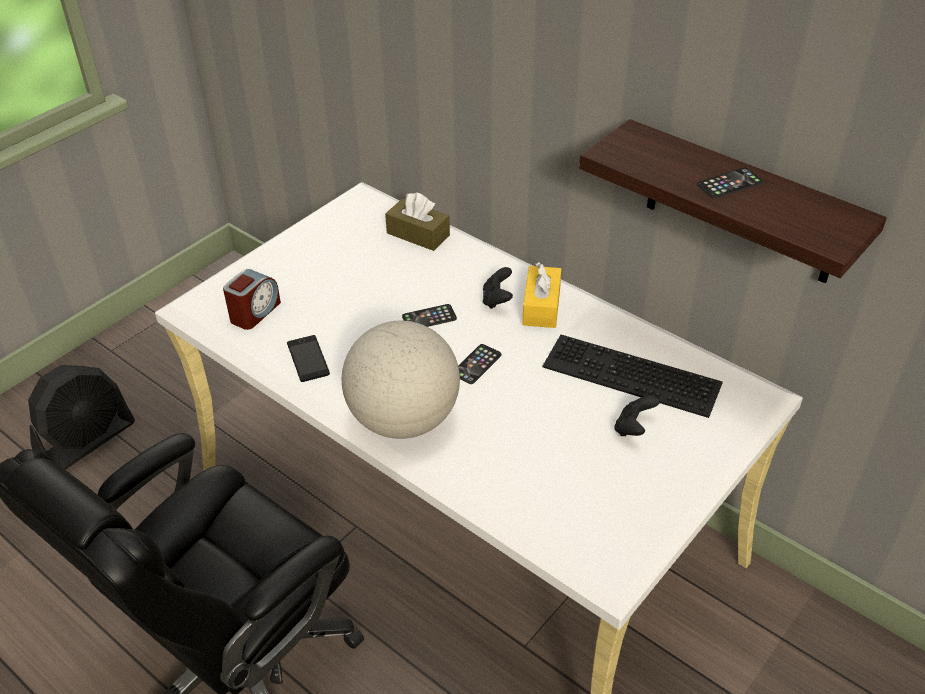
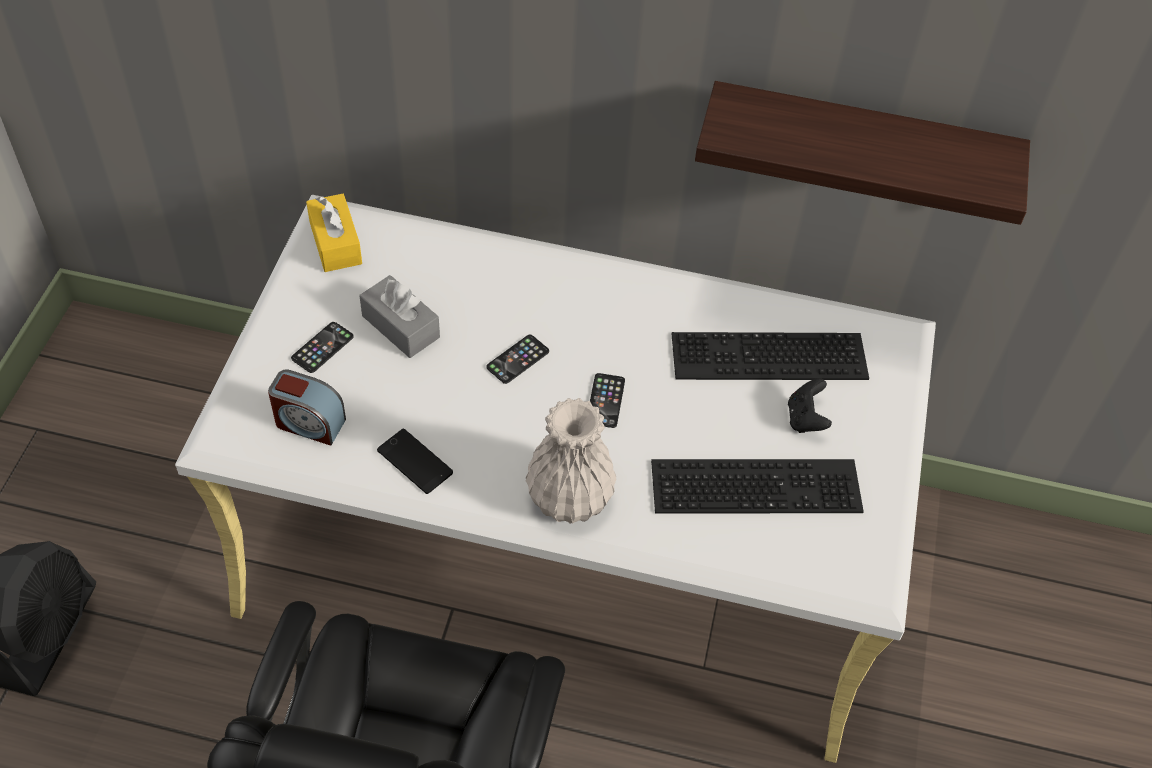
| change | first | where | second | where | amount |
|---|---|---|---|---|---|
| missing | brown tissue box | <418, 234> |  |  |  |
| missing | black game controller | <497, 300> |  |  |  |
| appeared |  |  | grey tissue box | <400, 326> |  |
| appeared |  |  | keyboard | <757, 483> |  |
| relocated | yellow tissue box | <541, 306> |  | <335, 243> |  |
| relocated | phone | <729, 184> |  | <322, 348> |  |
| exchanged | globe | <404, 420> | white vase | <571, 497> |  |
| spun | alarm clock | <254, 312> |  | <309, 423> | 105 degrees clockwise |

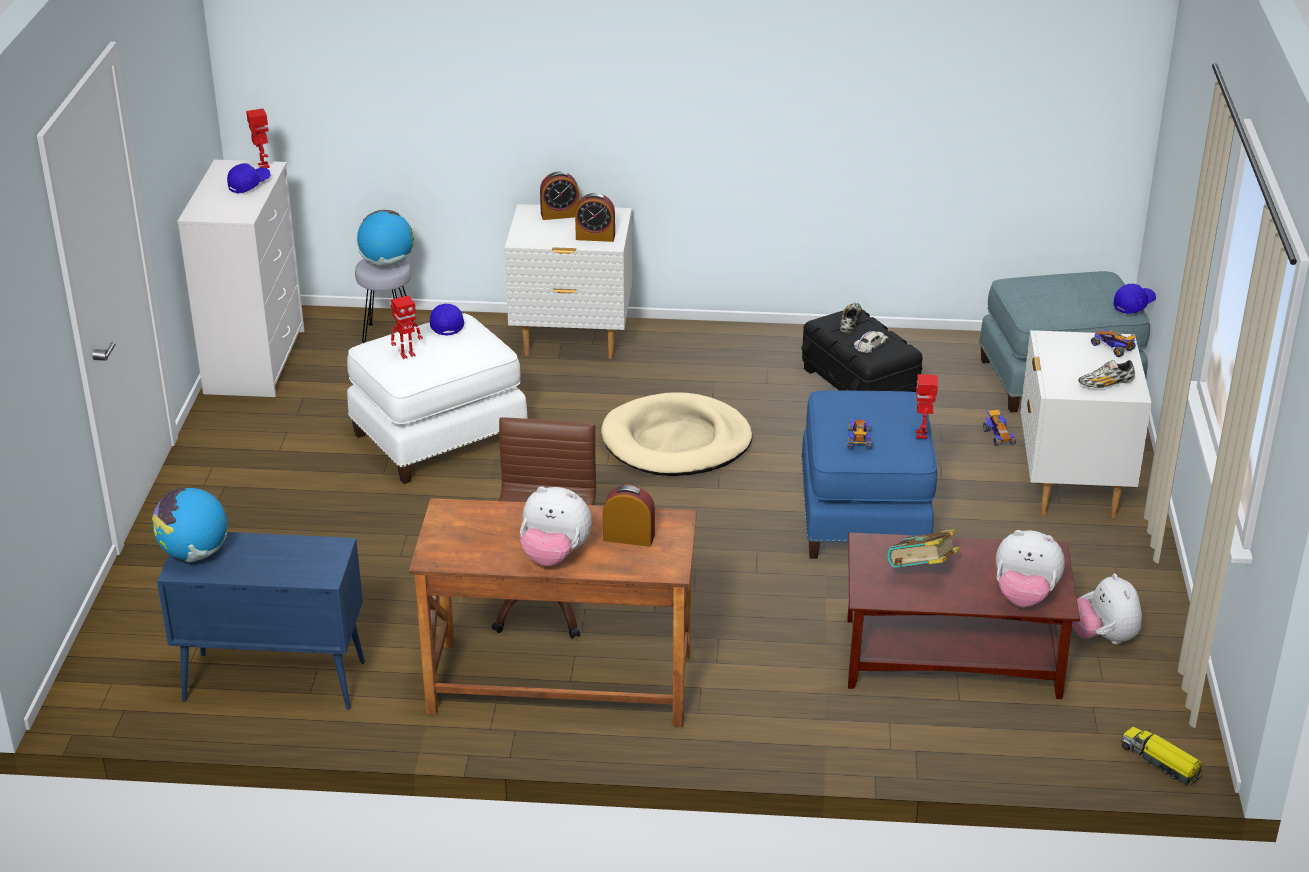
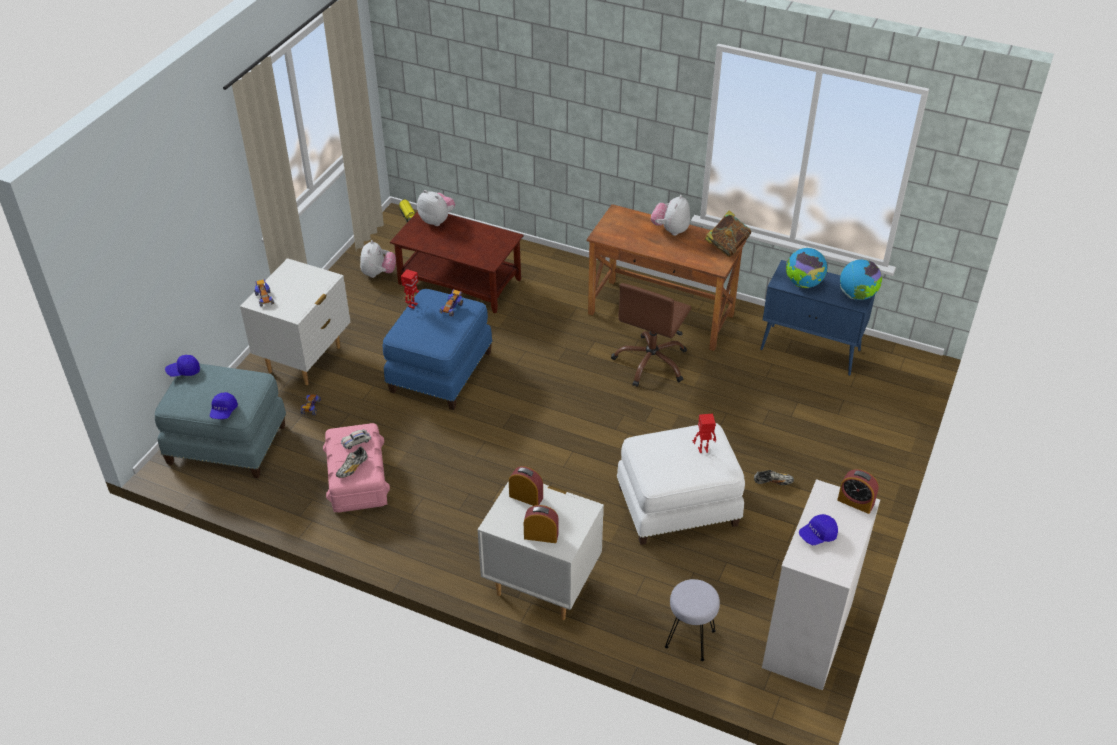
| change | first | where | second | where | amount |
|---|---|---|---|---|---|
| missing | toy robot | <263, 166> |  |  |  |
| missing | beige dog bed | <676, 442> |  |  |  |
| relocated | globe | <387, 263> |  | <803, 283> |  |
| relocated | blue cap | <446, 324> |  | <224, 411> |  |
| relocated | alarm clock | <629, 537> |  | <855, 502> |  |
| relocated | book | <921, 572> |  | <727, 246> |  |
| relocated | shoe | <1105, 384> |  | <773, 482> |  |
| colour | black storage box | <859, 381> | pink storage box | <358, 481> |  |
| spun | plush toy | <554, 556> |  | <670, 230> | 105 degrees counterclockwise |

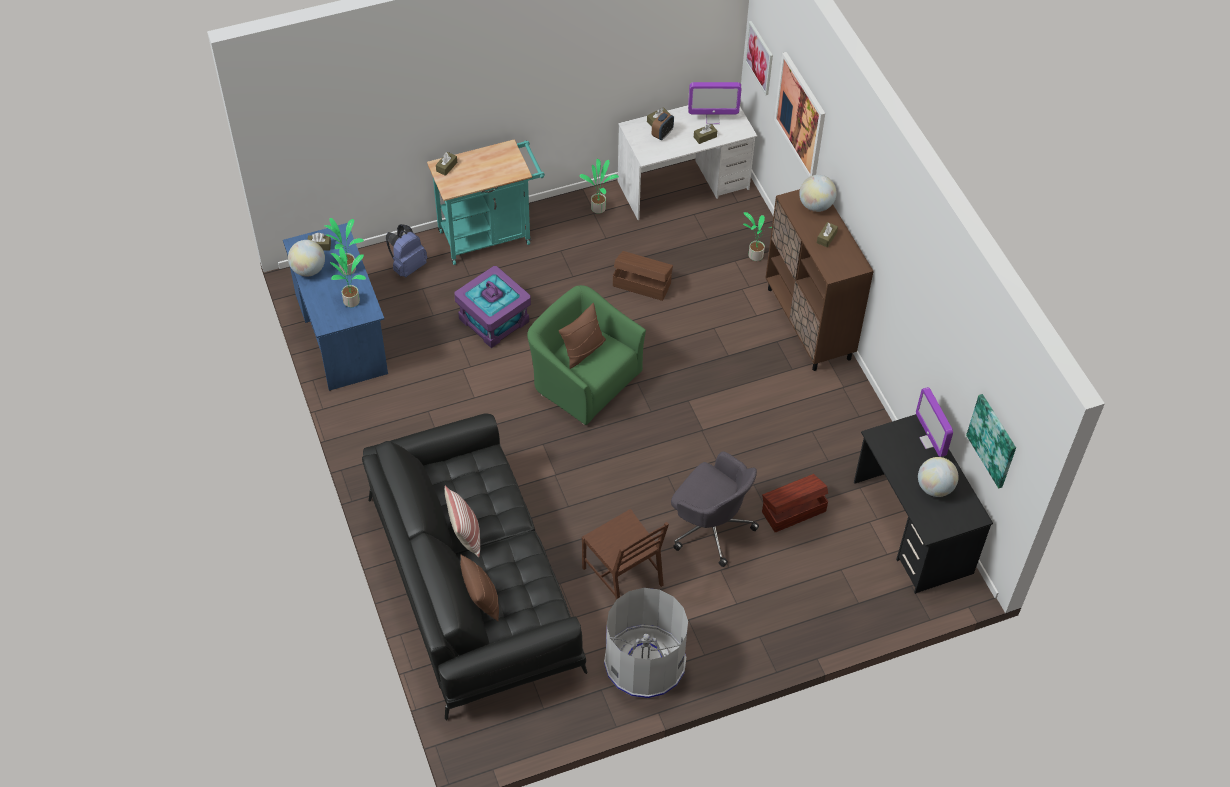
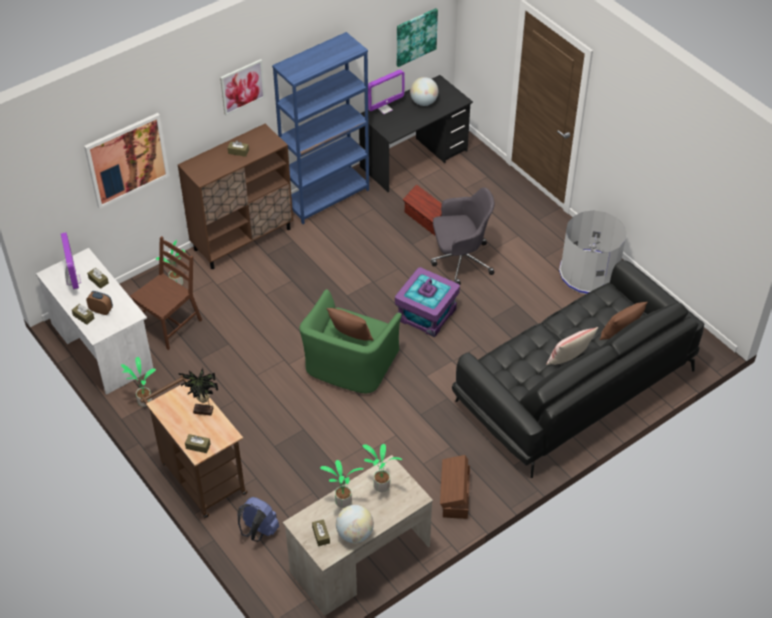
| change | first | where | second | where | amount |
|---|---|---|---|---|---|
| missing | globe | <815, 205> |  |  |  |
| appeared |  |  | potted plant | <203, 412> |  |
| appeared |  |  | blue bookcase | <327, 197> |  |
| relocated | purple storage box | <493, 320> |  | <426, 315> |  |
| relocated | brown chair | <624, 576> |  | <169, 324> |  |
| relocated | brown storage box | <641, 284> |  | <455, 496> |  |
| relocated | picture | <759, 57> |  | <242, 86> |  |
| colour | blue desk | <341, 334> | beige desk | <360, 559> |  |
| colour | turquoise cart | <490, 235> | brown cart | <200, 475> |  |
| spun | grey office chair | <710, 527> |  | <460, 260> | 60 degrees clockwise |

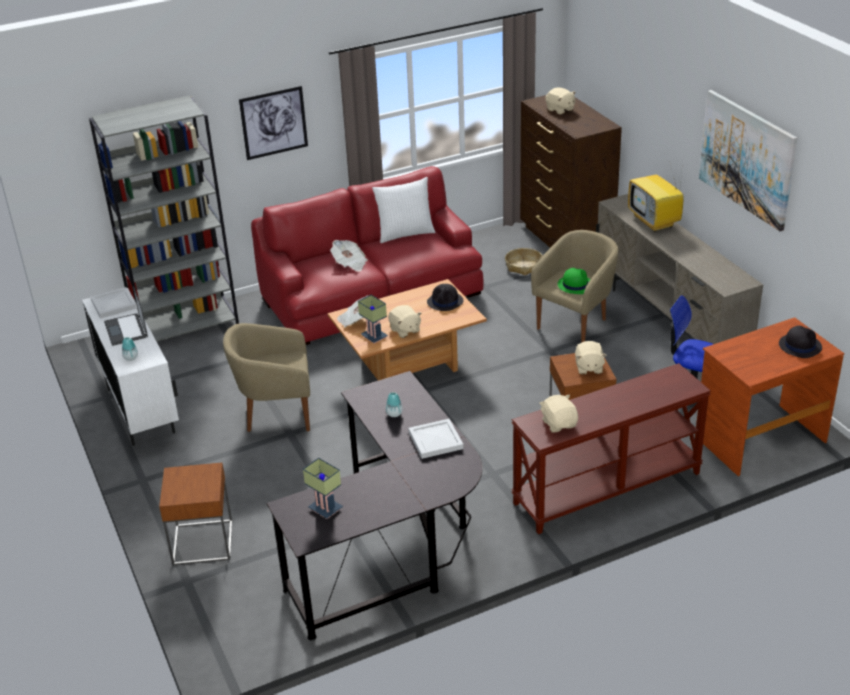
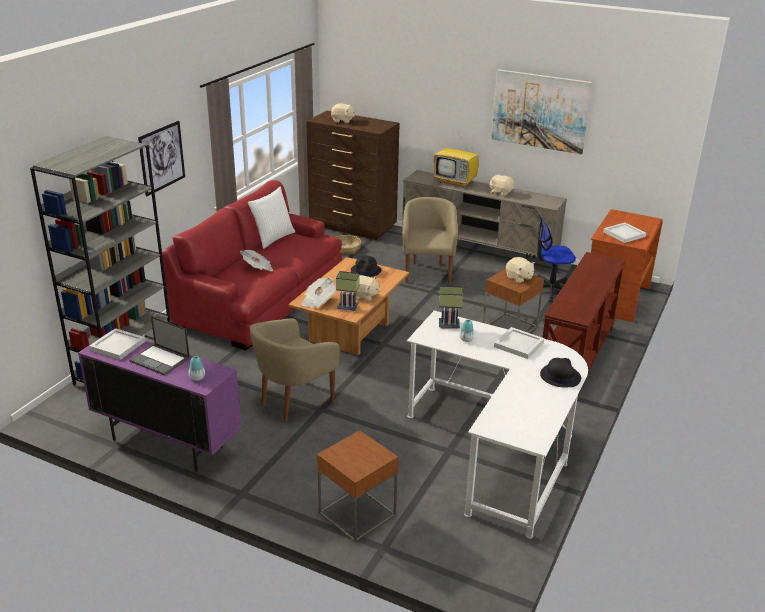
| change | first | where | second | where | amount |
|---|---|---|---|---|---|
| missing | green hat | <575, 285> |  |  |  |
| appeared |  |  | white tray | <625, 234> |  |
| relocated | table lamp | <327, 509> |  | <449, 324> |  |
| relocated | beige plush toy | <559, 424> |  | <501, 192> |  |
| relocated | black hat | <799, 346> |  | <560, 376> |  |
| colour | white cabinet | <140, 410> | purple cabinet | <167, 443> |  |
| colour | black desk | <394, 545> | white desk | <499, 448> |  |

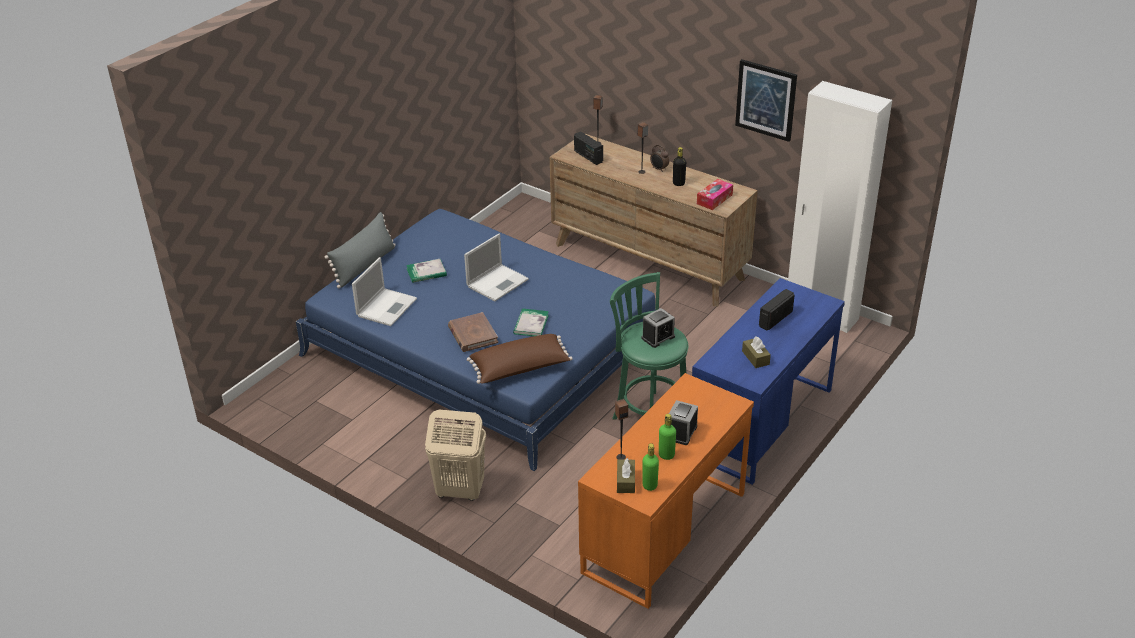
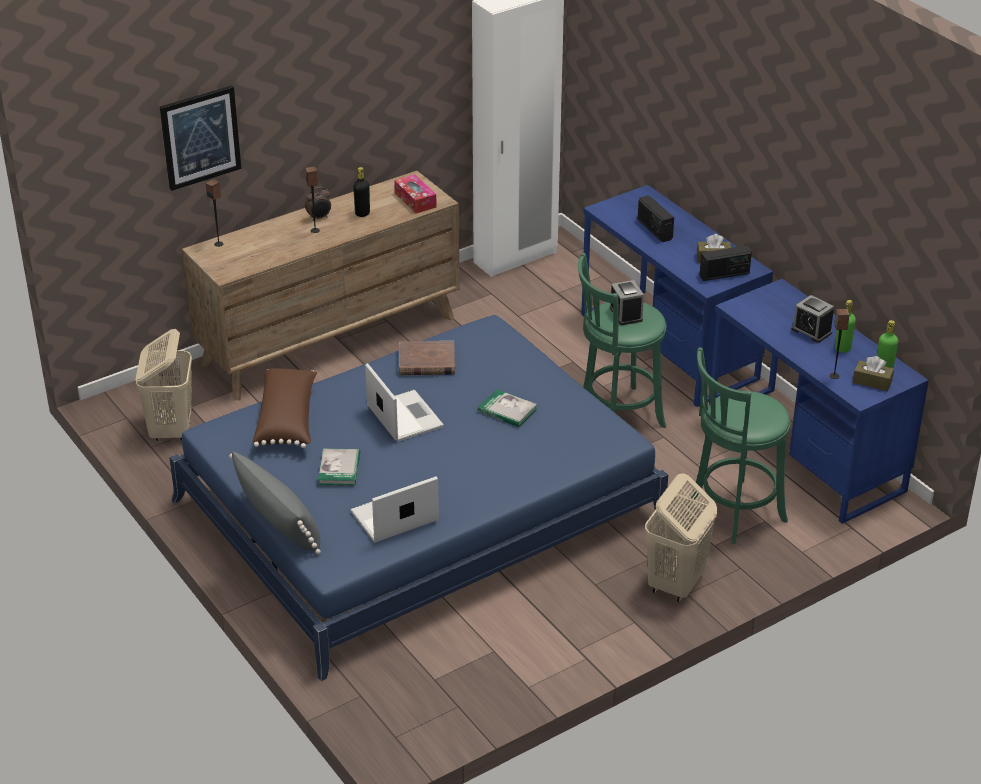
| change | first | where | second | where | amount |
|---|---|---|---|---|---|
| appeared |  |  | beige laundry basket | <171, 429> |  |
| appeared |  |  | green stool | <733, 512> |  |
| relocated | brown book | <472, 334> |  | <427, 362> |  |
| relocated | brown pillow | <520, 369> |  | <288, 419> |  |
| relocated | radio | <588, 156> |  | <724, 274> |  |
| relocated | picture | <766, 100> |  | <200, 137> |  |
| colour | orange desk | <664, 532> | blue desk | <804, 453> |  |
| spun | laptop | <387, 307> |  | <393, 517> | 75 degrees counterclockwise |

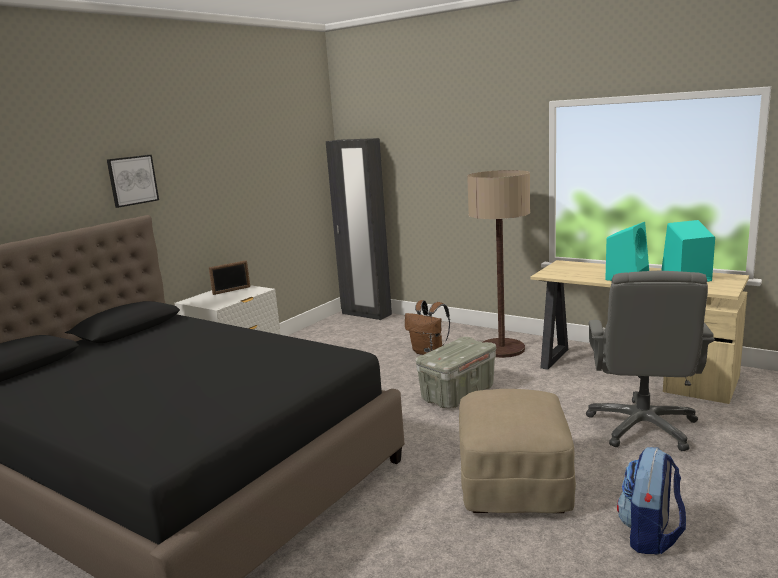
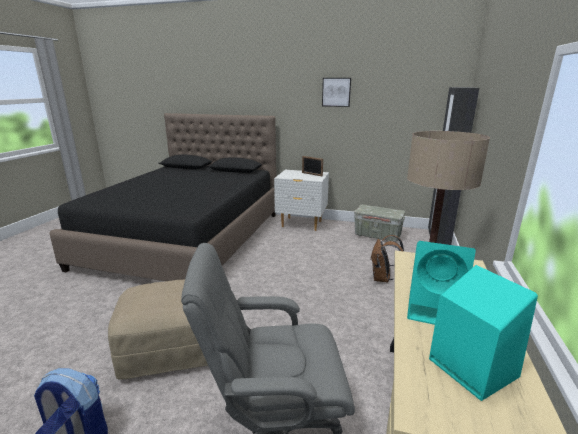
| change | first | where | second | where | amount |
|---|---|---|---|---|---|
| relocated | picture | <132, 180> |  | <336, 92> |  |
| relocated | grey storage box | <458, 393> |  | <377, 235> |  |

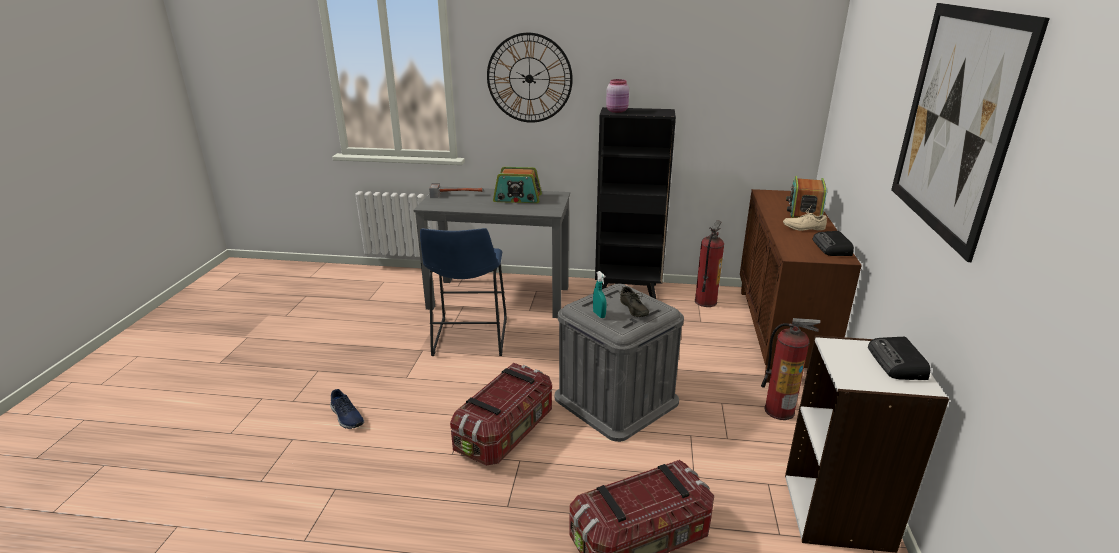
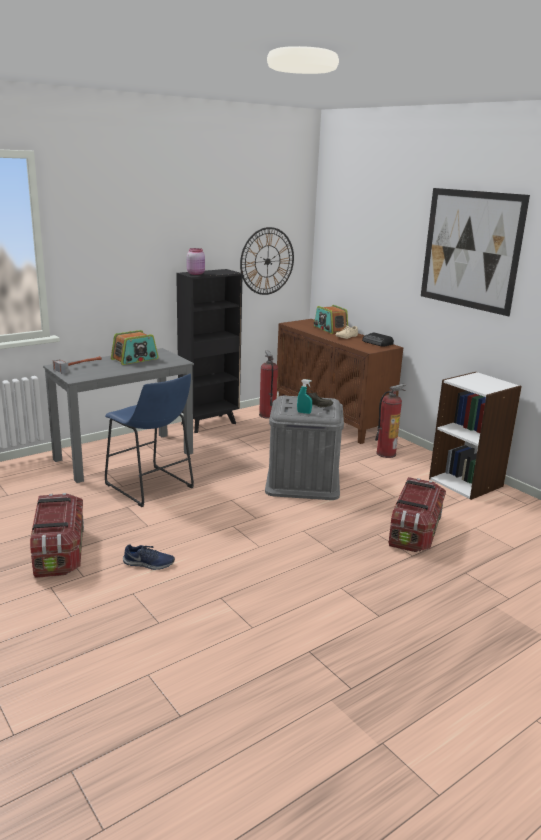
| change | first | where | second | where | amount |
|---|---|---|---|---|---|
| missing | radio | <897, 363> |  |  |  |
| relocated | storage box | <506, 432> |  | <59, 551> |  |
| relocated | wall clock | <529, 78> |  | <267, 261> |  |

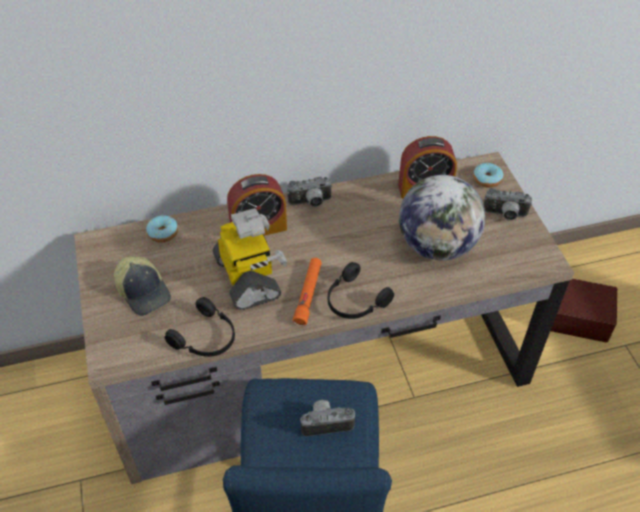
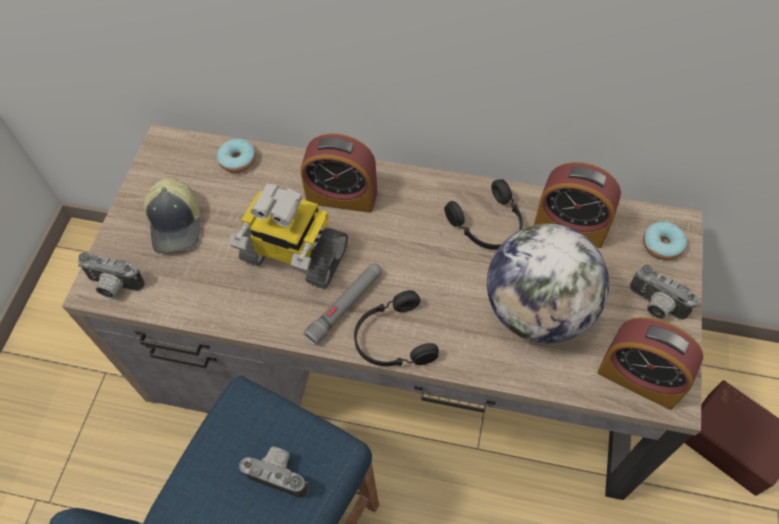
| change | first | where | second | where | amount |
|---|---|---|---|---|---|
| appeared |  |  | alarm clock | <639, 378> |  |
| relocated | black headphones | <206, 338> |  | <488, 225> |  |
| relocated | photo camera | <310, 203> |  | <113, 286> |  |
| colour | orange flashlight | <308, 294> | grey flashlight | <345, 306> |  |
| spun | toy robot | <249, 278> |  | <293, 255> | 105 degrees clockwise |

